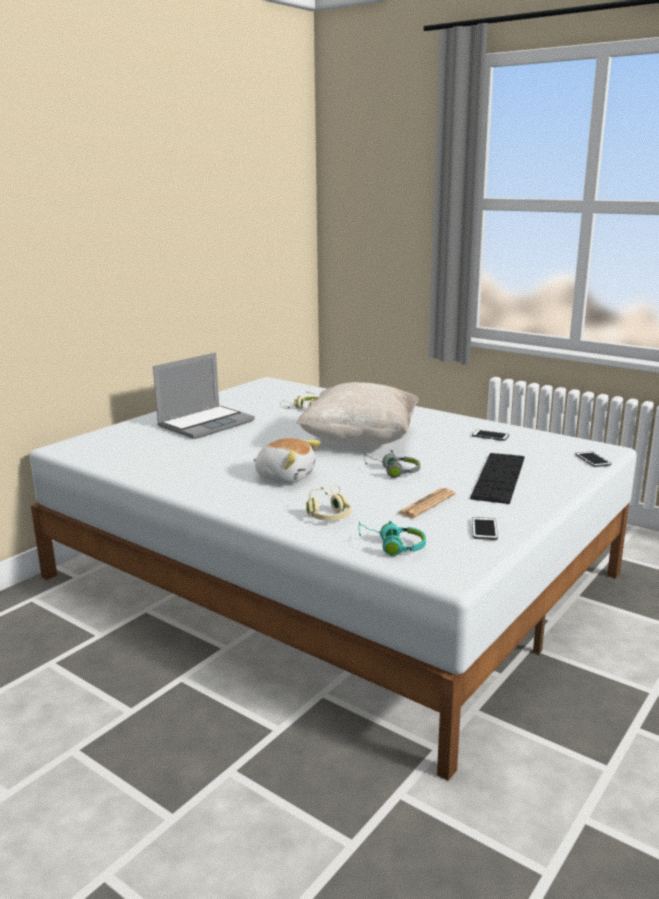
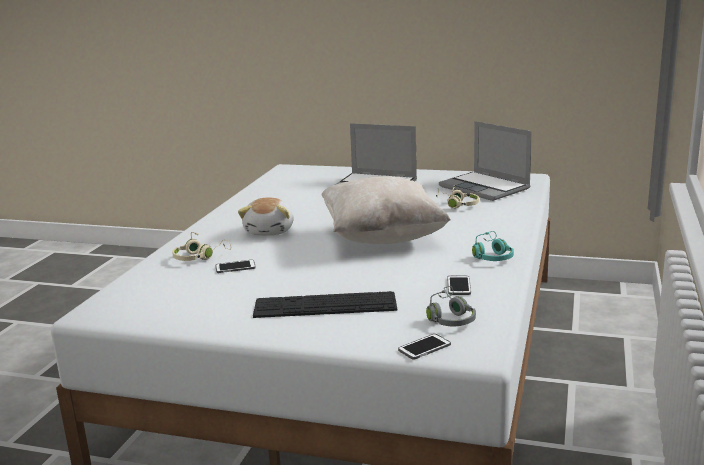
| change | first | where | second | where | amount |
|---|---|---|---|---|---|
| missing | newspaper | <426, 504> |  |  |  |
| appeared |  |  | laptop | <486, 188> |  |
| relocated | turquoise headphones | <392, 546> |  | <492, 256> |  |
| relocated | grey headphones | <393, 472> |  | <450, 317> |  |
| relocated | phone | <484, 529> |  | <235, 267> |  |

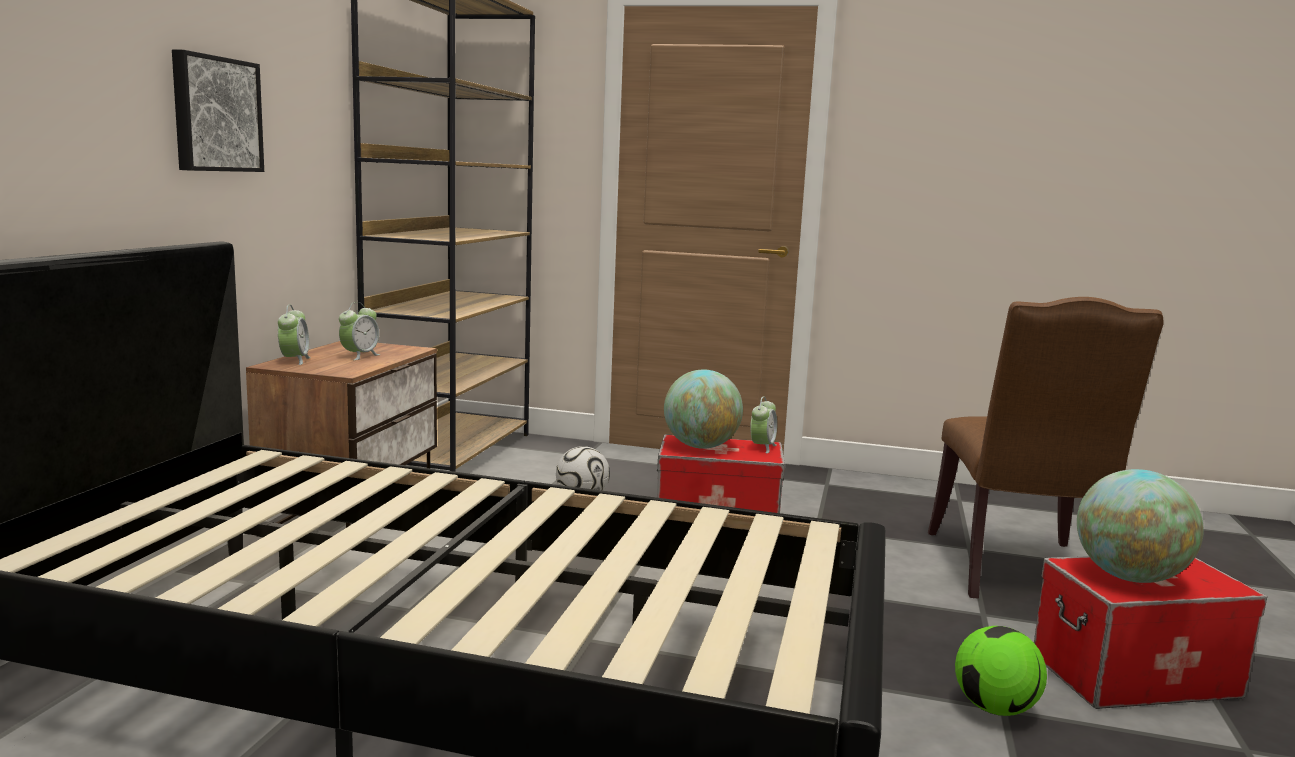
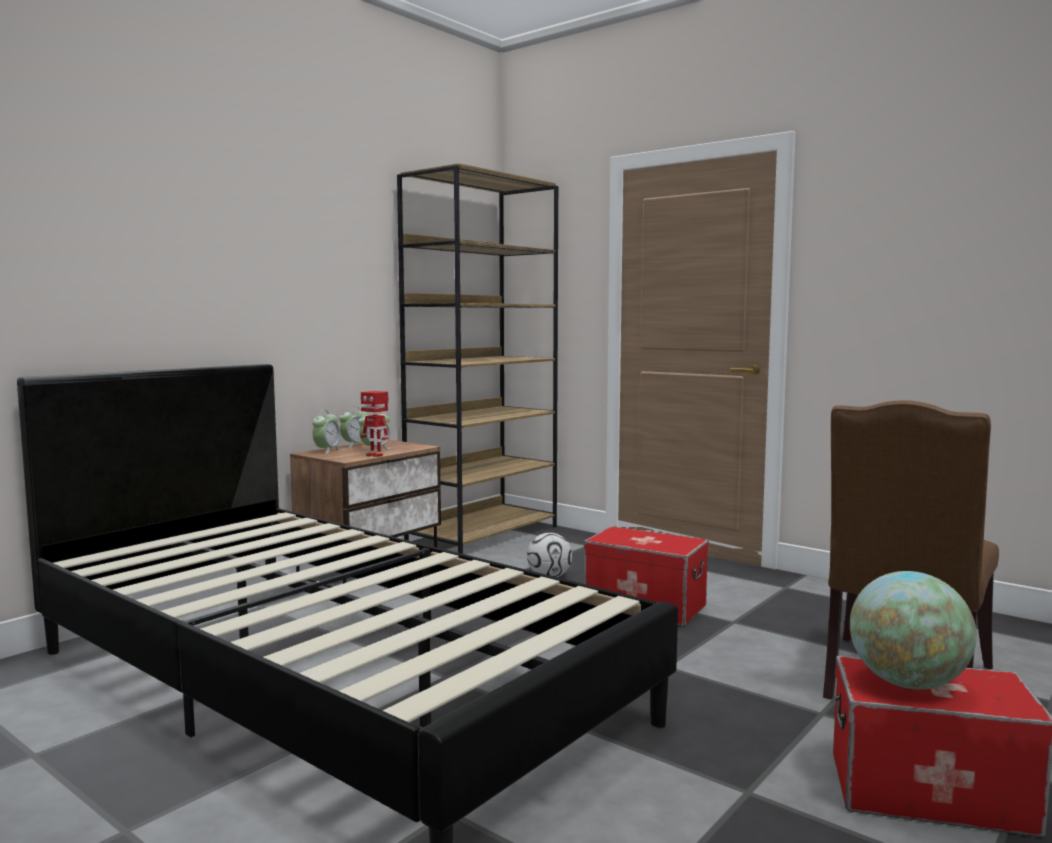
| change | first | where | second | where | amount |
|---|---|---|---|---|---|
| missing | picture | <215, 114> |  |  |  |
| missing | globe | <701, 446> |  |  |  |
| missing | football | <995, 708> |  |  |  |
| appeared |  |  | toy robot | <375, 455> |  |
| relocated | alarm clock | <762, 447> |  | <355, 445> |  |

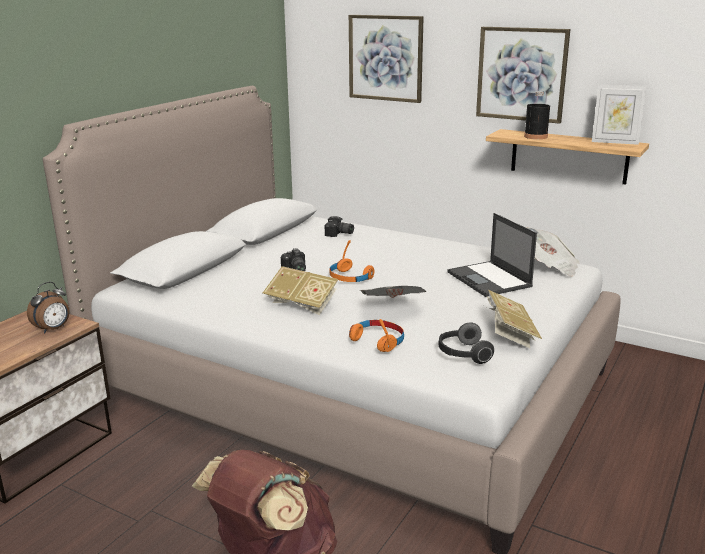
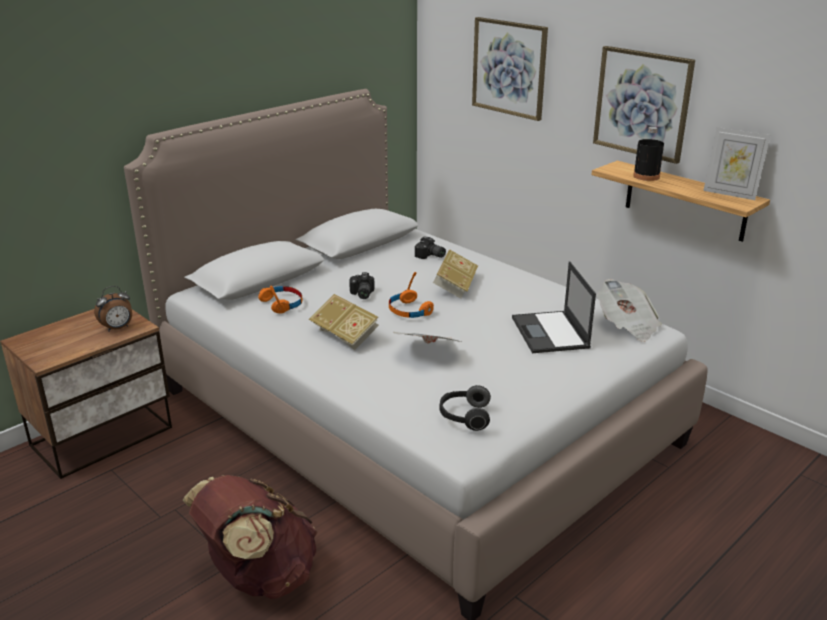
| change | first | where | second | where | amount |
|---|---|---|---|---|---|
| relocated | orange headphones | <378, 341> |  | <282, 304> |  |
| relocated | book | <509, 334> |  | <455, 286> |  |

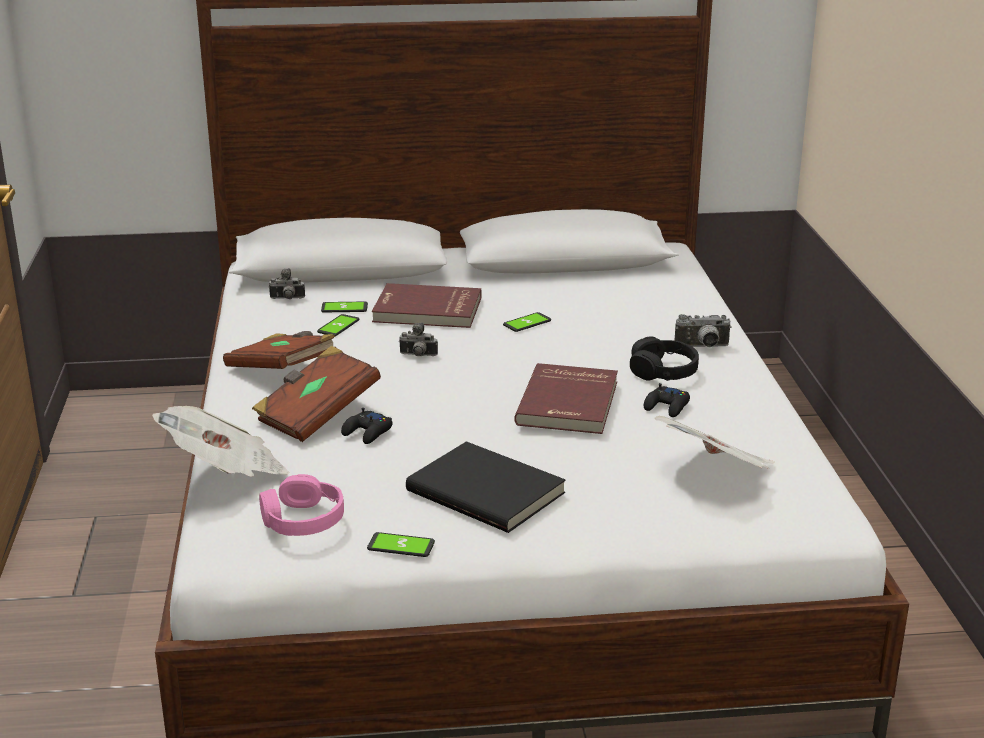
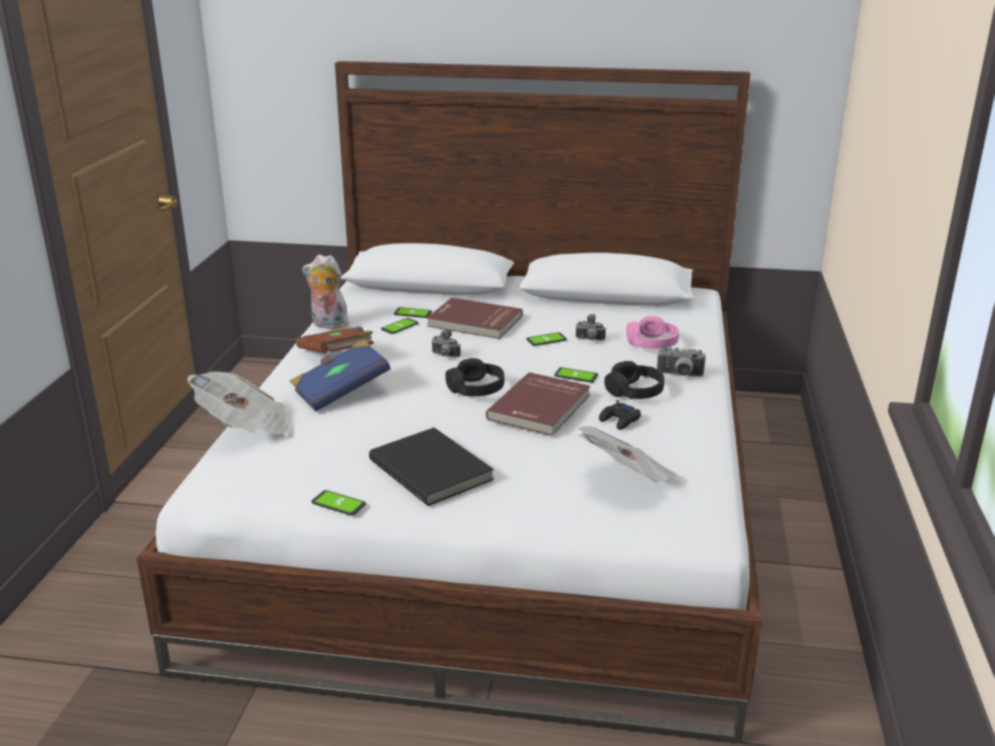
| change | first | where | second | where | amount |
|---|---|---|---|---|---|
| missing | black game controller | <367, 432> |  |  |  |
| appeared |  |  | plush toy | <327, 325> |  |
| appeared |  |  | black headphones | <475, 388> |  |
| appeared |  |  | phone | <576, 376> |  |
| relocated | pink headphones | <302, 520> |  | <651, 343> |  |
| relocated | photo camera | <287, 299> |  | <589, 340> |  |
| colour | brown book | <317, 414> | blue book | <341, 392> |  |

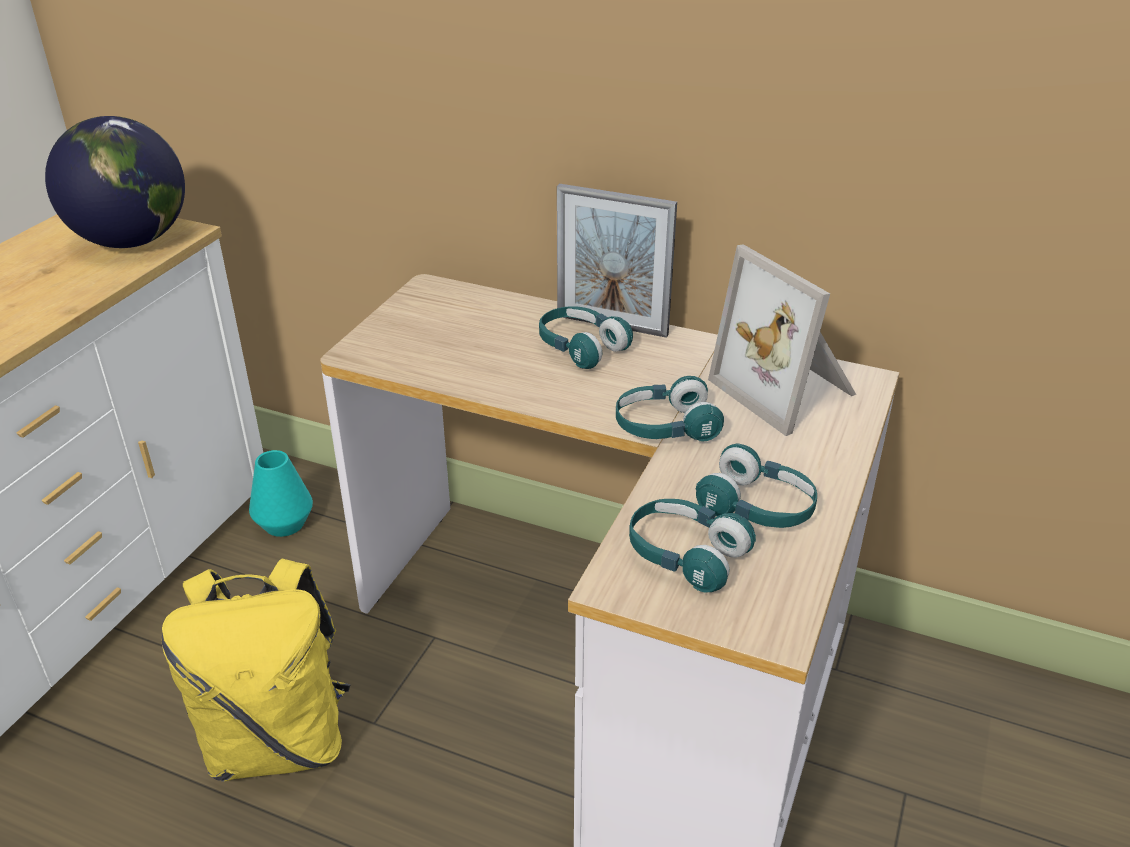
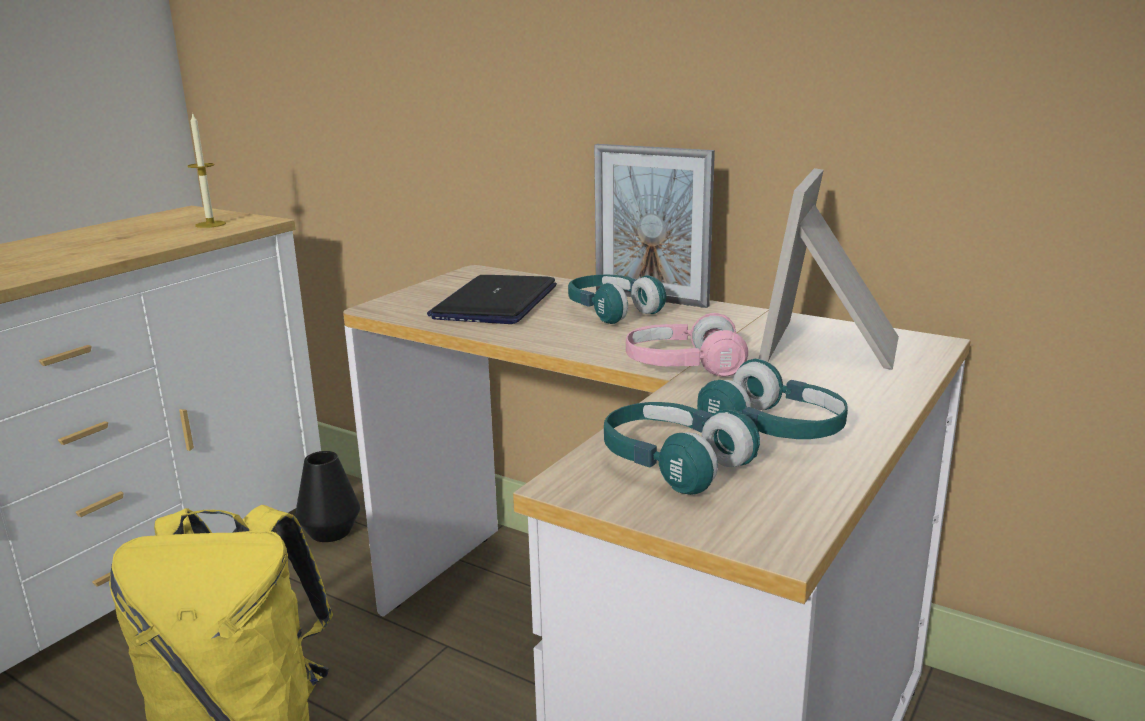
| change | first | where | second | where | amount |
|---|---|---|---|---|---|
| appeared |  |  | laptop | <495, 302> |  |
| exchanged | globe | <132, 241> | candle | <210, 224> |  |
| colour | turquoise vase | <284, 523> | black vase | <330, 531> |  |
| colour | turquoise headphones | <665, 427> | pink headphones | <683, 366> |  |
| spun | picture frame | <788, 390> |  | <834, 346> | 45 degrees clockwise |

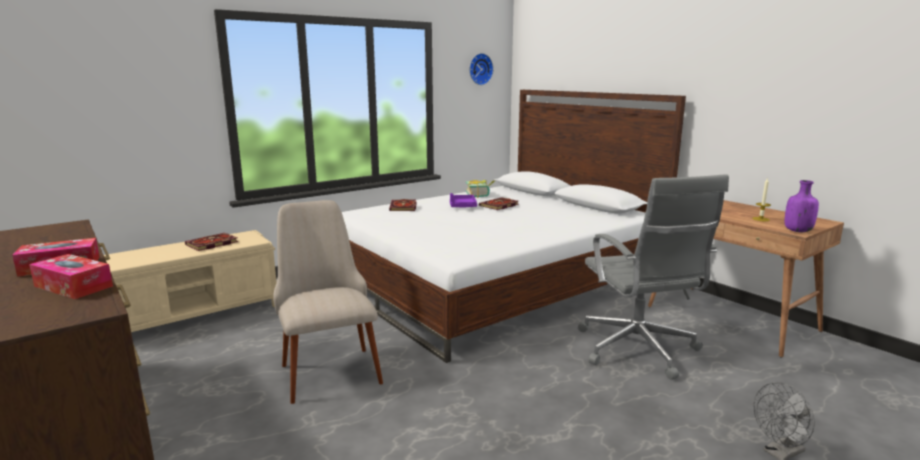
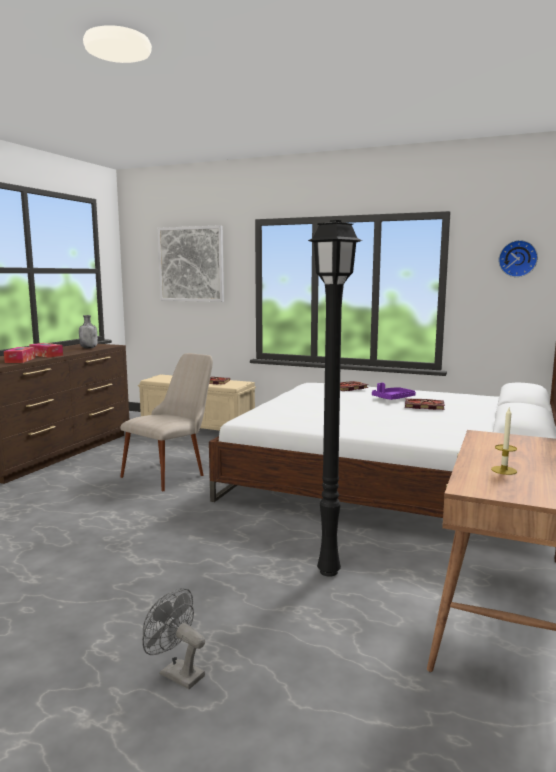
| change | first | where | second | where | amount |
|---|---|---|---|---|---|
| missing | book | <480, 195> |  |  |  |
| missing | purple bottle | <797, 231> |  |  |  |
| appeared |  |  | grey bottle | <89, 348> |  |
| appeared |  |  | picture | <191, 264> |  |
| exchanged | grey office chair | <638, 350> | black floor lamp | <326, 571> |  |

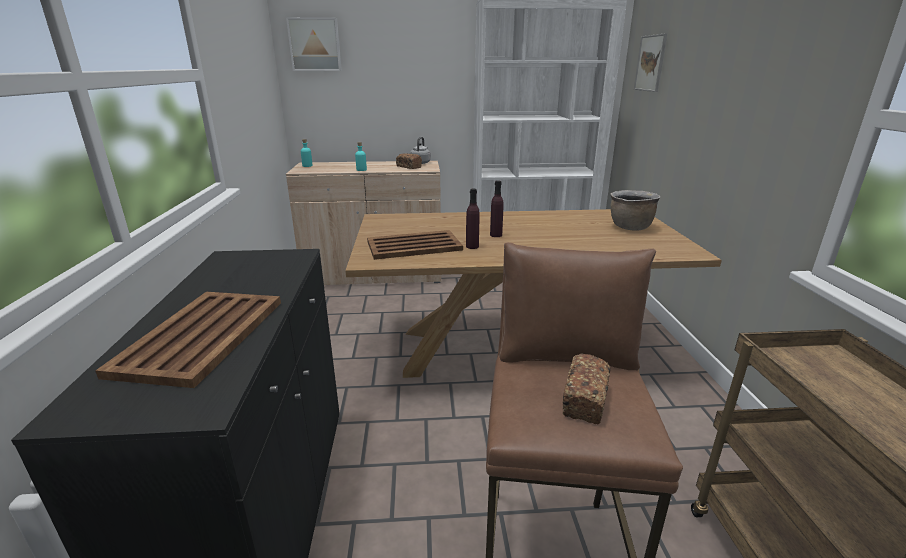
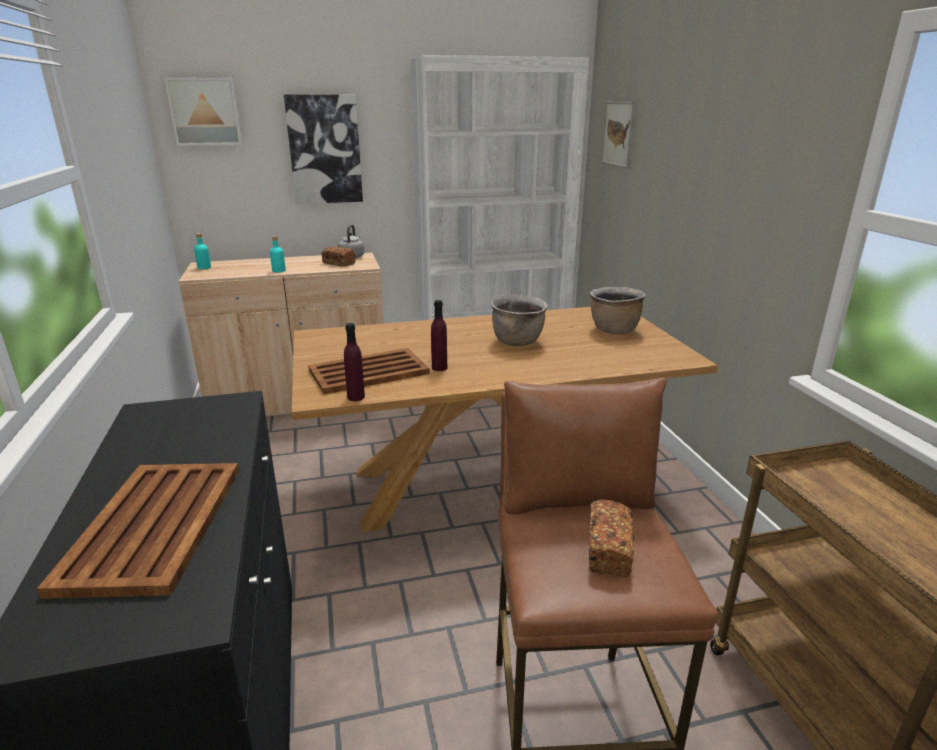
| change | first | where | second | where | amount |
|---|---|---|---|---|---|
| appeared |  |  | picture | <324, 150> |  |
| appeared |  |  | brown cooking pot | <517, 341> |  |
| relocated | purple bottle | <496, 235> |  | <356, 397> |  |

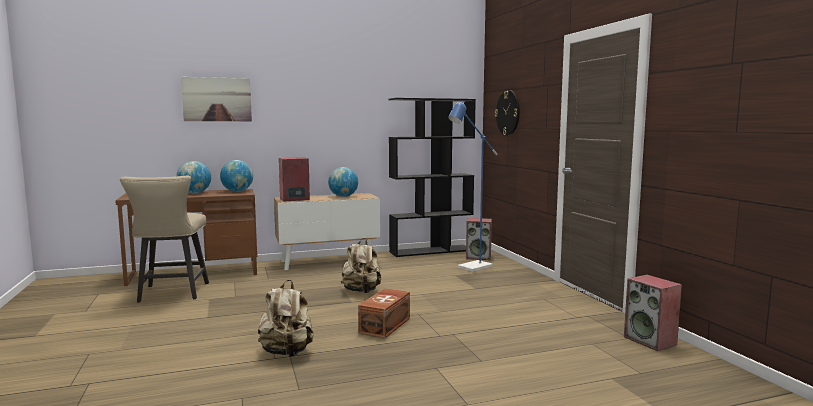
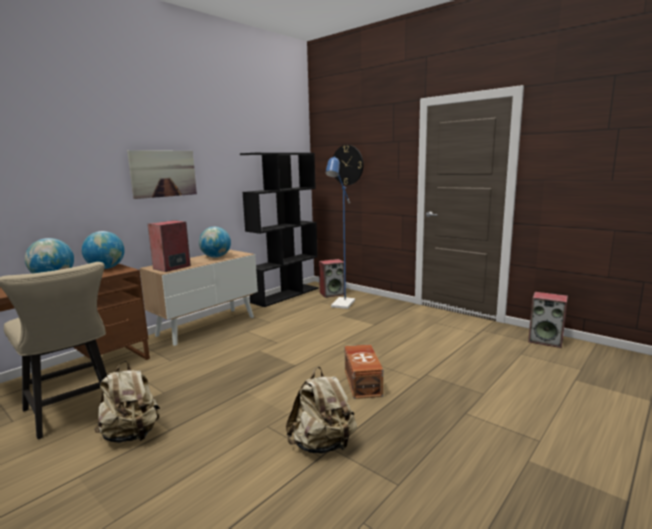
| change | first | where | second | where | amount |
|---|---|---|---|---|---|
| relocated | picture | <217, 99> |  | <163, 173> |  |
| relocated | beige backpack | <361, 291> |  | <131, 435> |  |

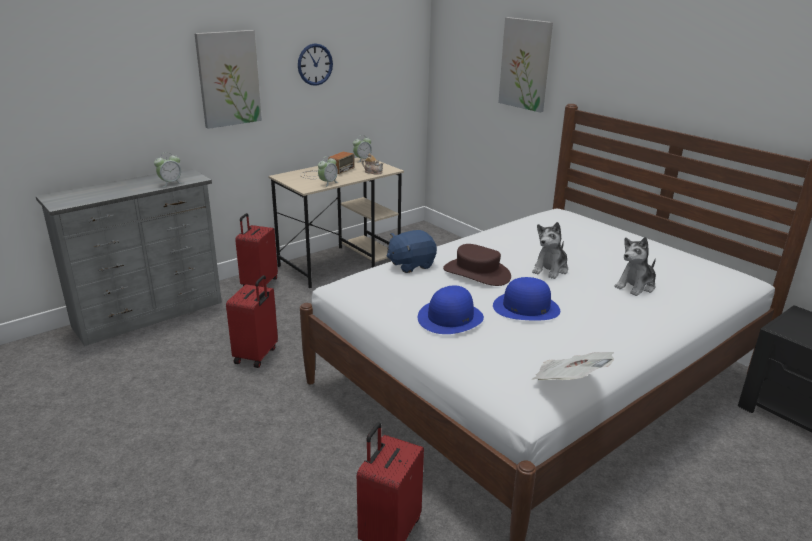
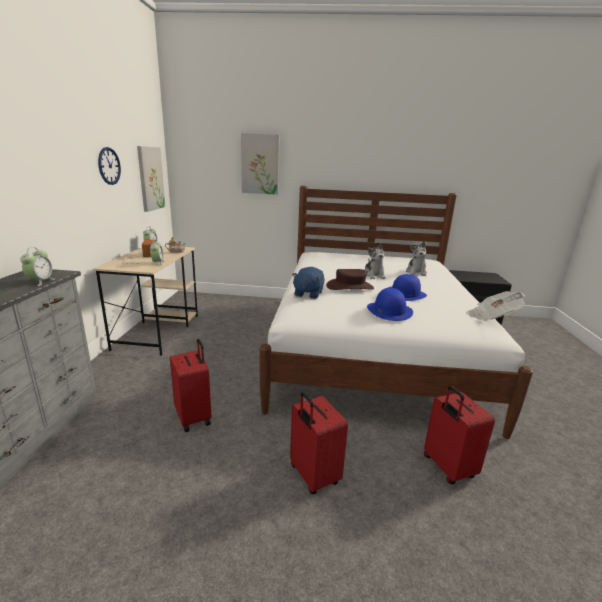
| change | first | where | second | where | amount |
|---|---|---|---|---|---|
| relocated | picture | <228, 79> |  | <150, 178> |  |
| relocated | red suitcase | <259, 284> |  | <313, 476> |  |

